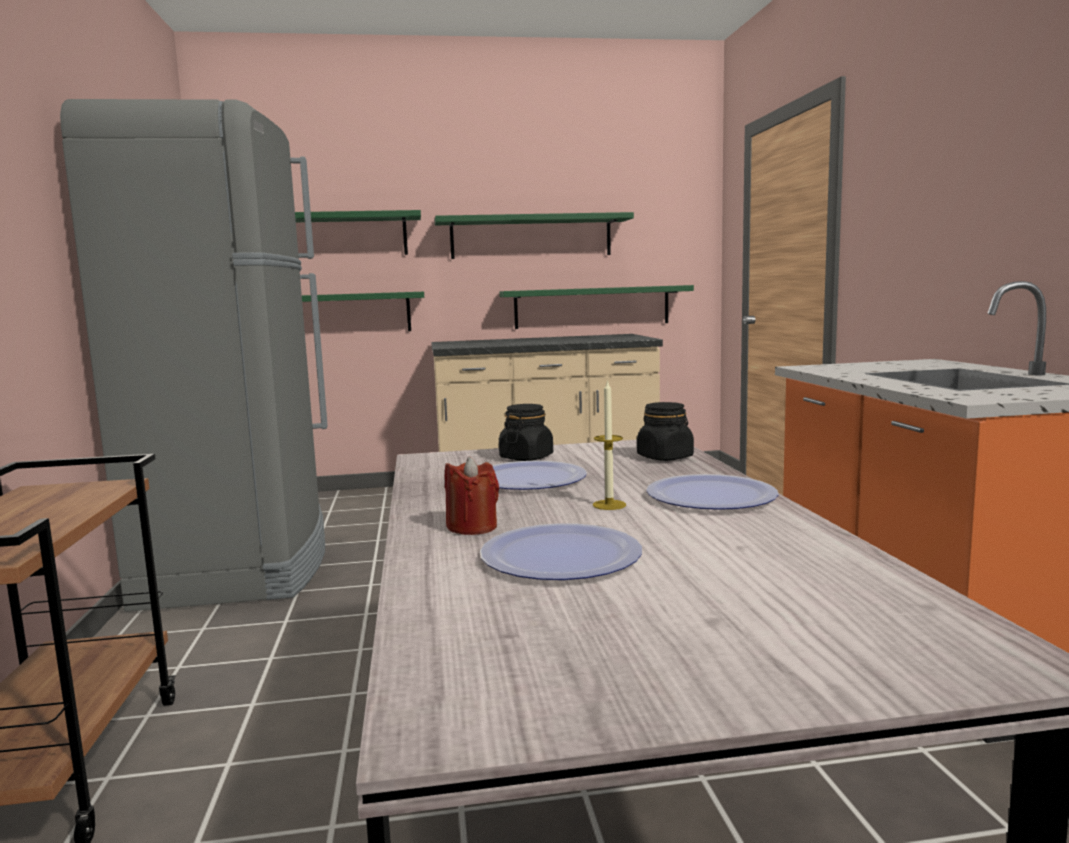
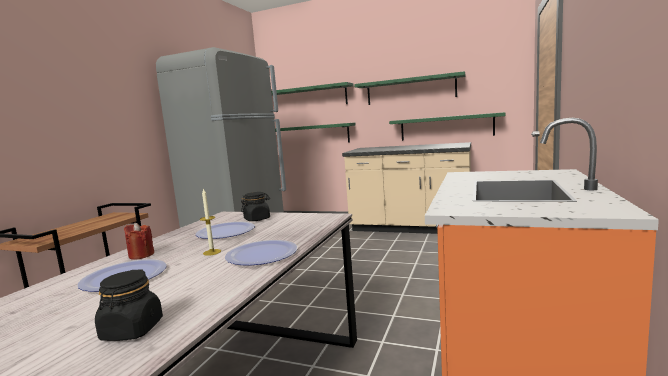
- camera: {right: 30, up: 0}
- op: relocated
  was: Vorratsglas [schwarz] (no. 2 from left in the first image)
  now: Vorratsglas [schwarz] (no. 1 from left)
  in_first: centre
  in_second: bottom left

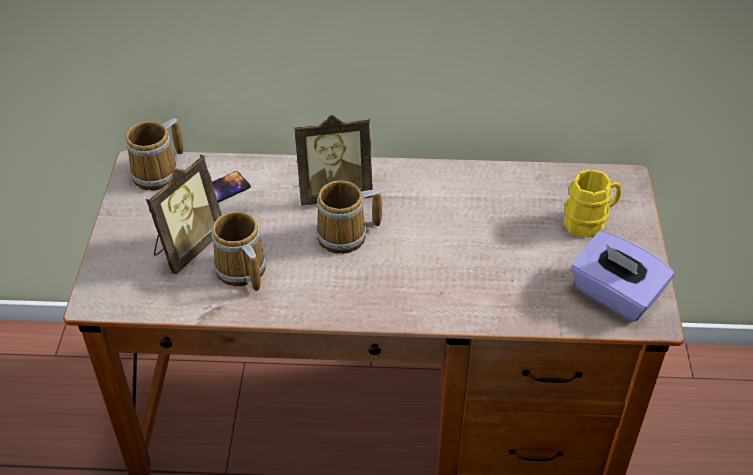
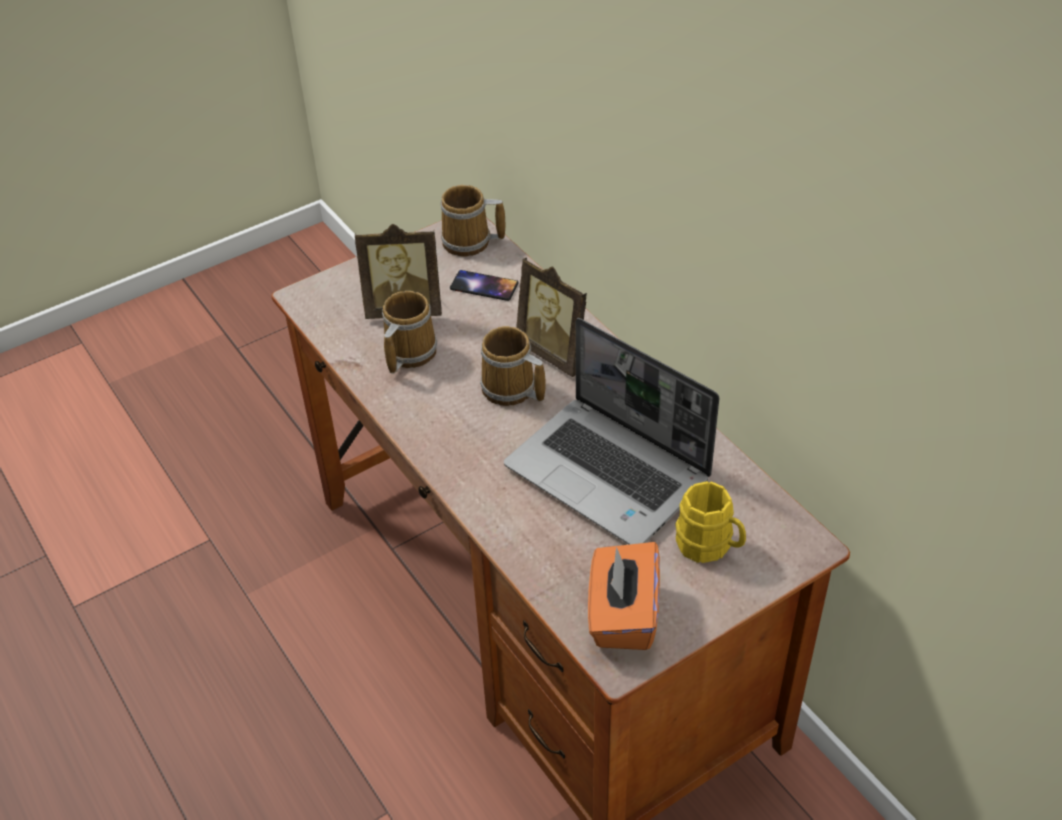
- camera: {right: 55, up: 0}
- op: appeared
  now: Laptop
  in_second: centre
- op: colour
  was: Taschentuchbox [lila]
  now: Taschentuchbox [orange]
  in_first: middle right
  in_second: bottom centre

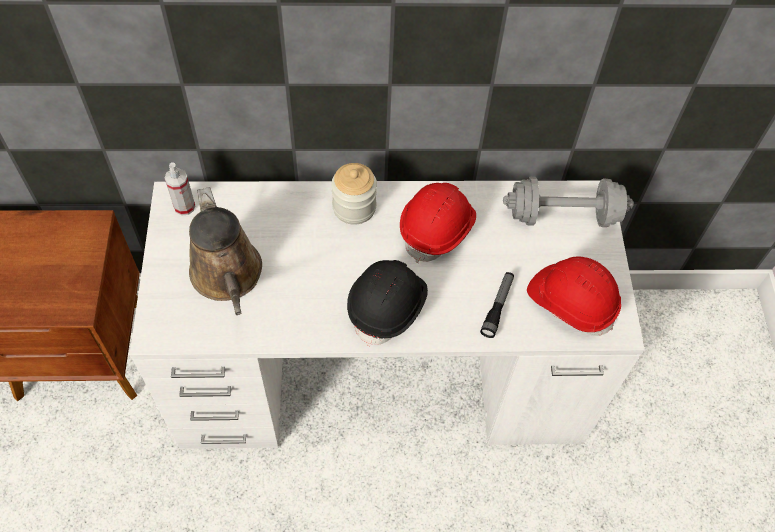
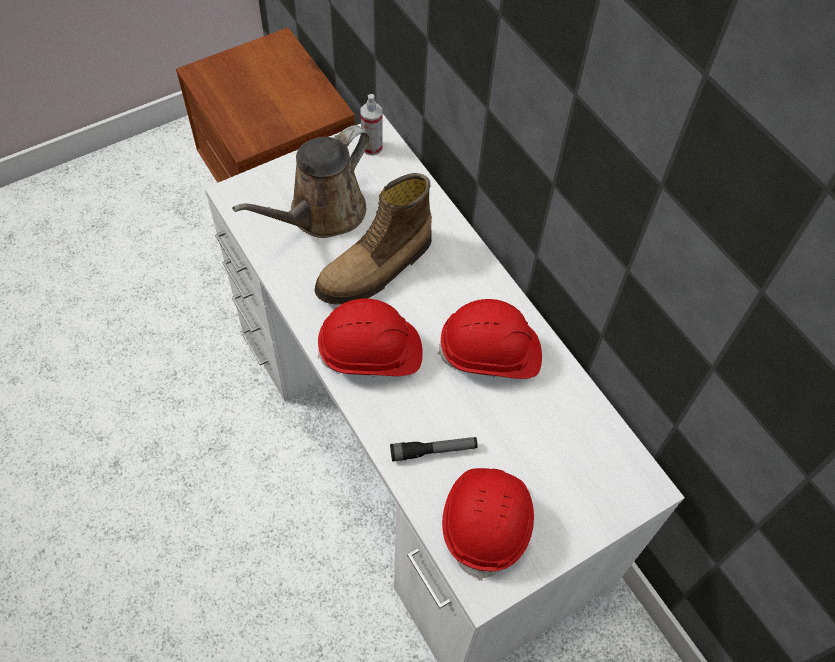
- camera: {right: 60, up: 0}
- op: missing
  was: Vorratsglas
  in_first: centre
- op: missing
  was: Hantel [grau]
  in_first: middle right
- op: appeared
  now: Stiefel
  in_second: centre
- op: colour
  was: Schutzhelm [schwarz]
  now: Schutzhelm [rot] (no. 1 from left)
  in_first: centre
  in_second: centre

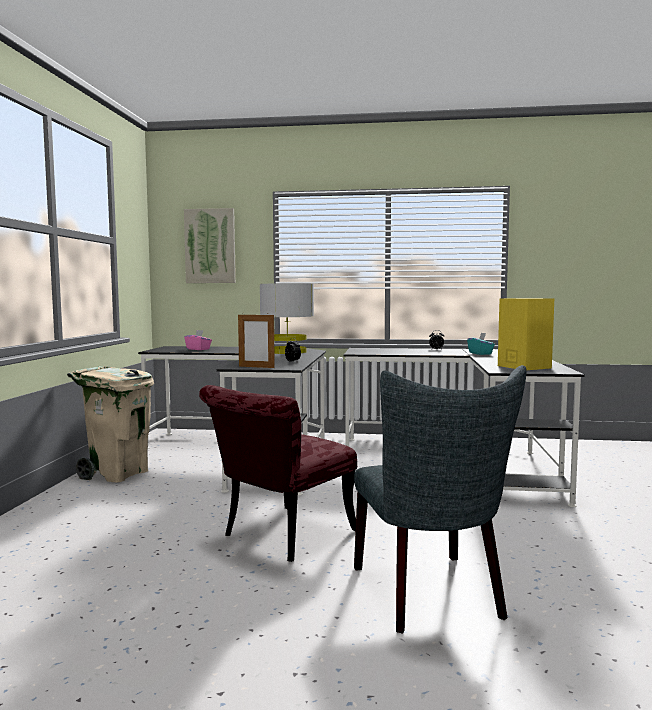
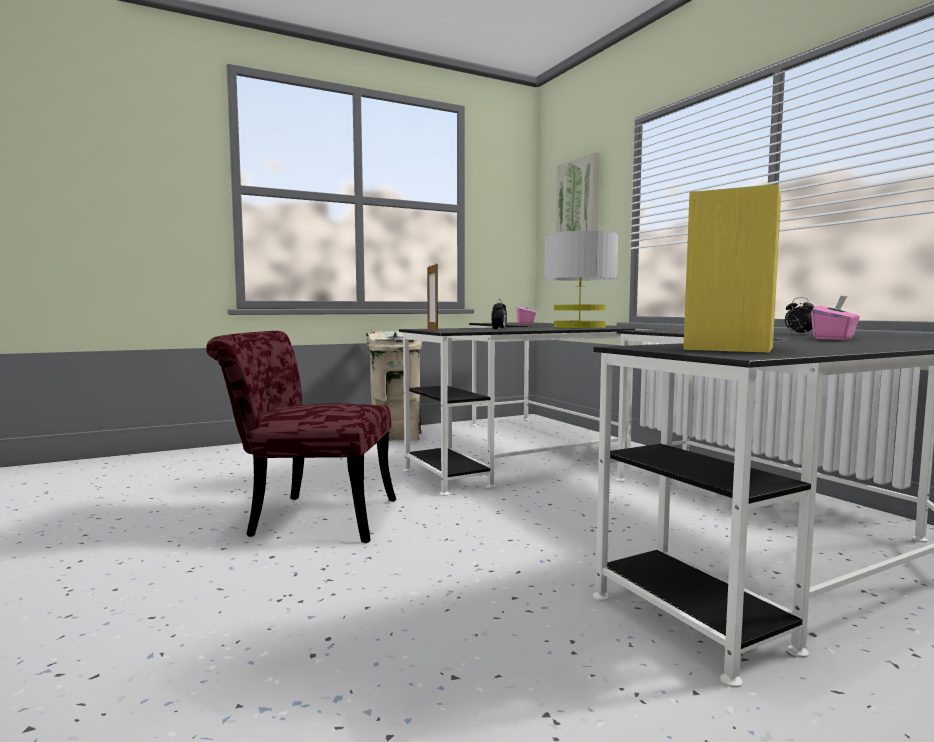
- camera: {right: 55, up: 0}
- op: missing
  was: Stuhl [grau]
  in_first: bottom right
- op: colour
  was: Taschentuchbox [türkis]
  now: Taschentuchbox [rosa] (no. 2 from left)
  in_first: middle right
  in_second: middle right

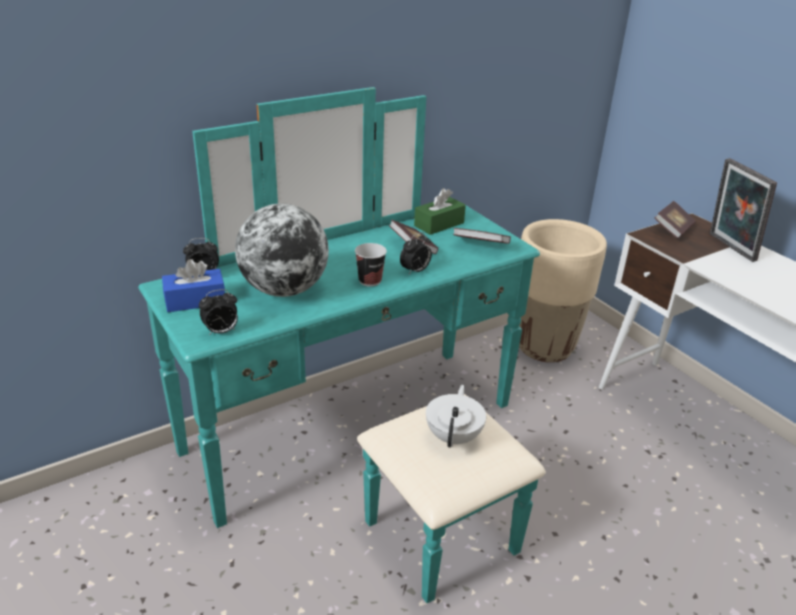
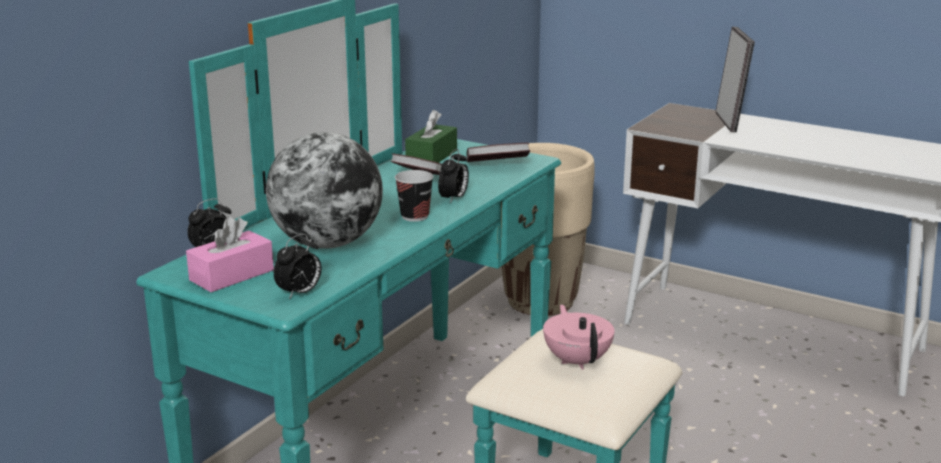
- camera: {right: -25, up: -10}
- op: missing
  was: Buch (no. 3 from left)
  in_first: middle right
- op: colour
  was: Taschentuchbox [blau]
  now: Taschentuchbox [rosa]
  in_first: middle left
  in_second: middle left
- op: colour
  was: Teekanne [weiß]
  now: Teekanne [rosa]
  in_first: bottom centre
  in_second: bottom centre
- op: spun
  was: Bilderrahmen
  in_first: middle right
  in_second: top right
  clockwise: -135

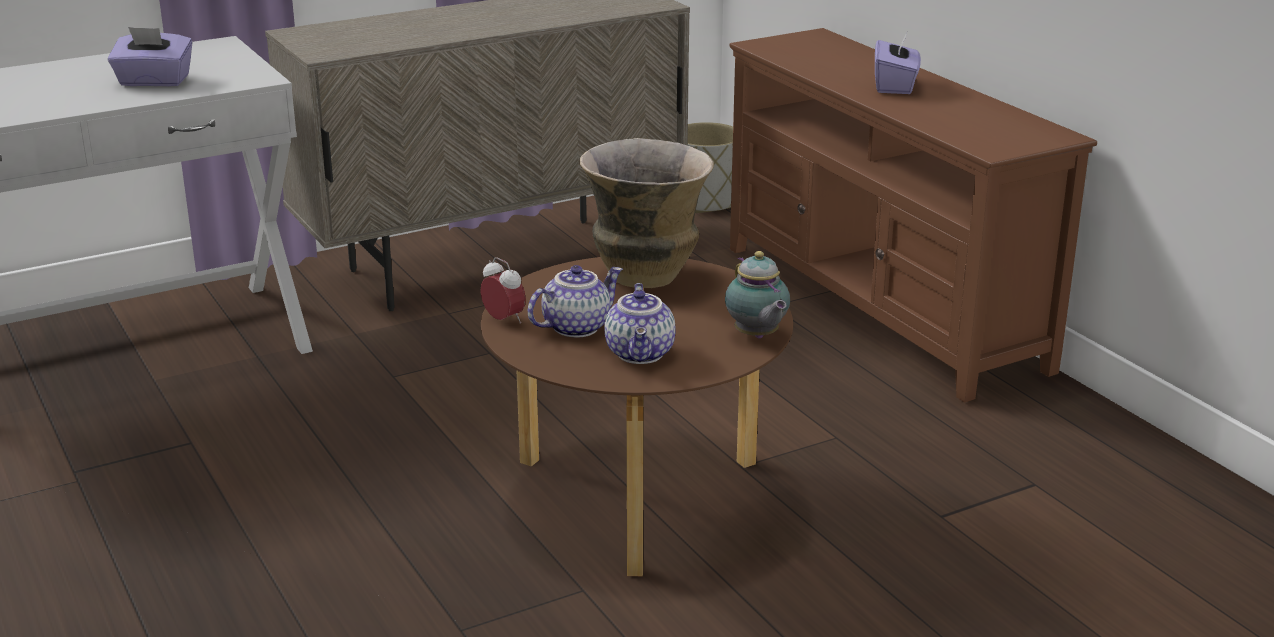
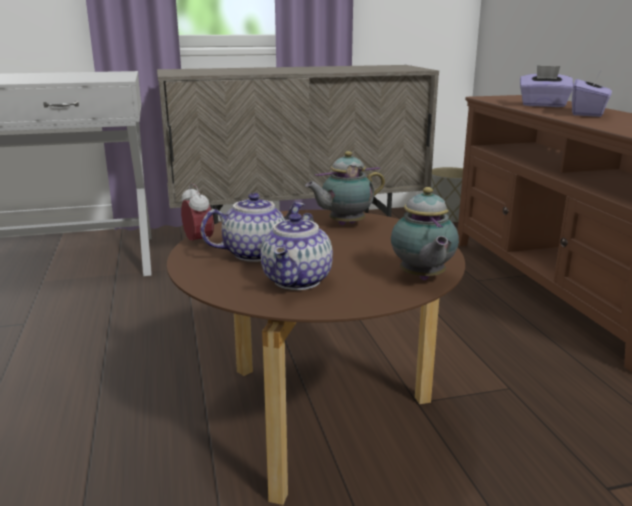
- camera: {right: 15, up: -5}
- op: relocated
  was: Taschentuchbox [lila] (no. 1 from left)
  in_first: top left
  in_second: top right
- op: exchanged
  was: Vase
  now: Teekanne (no. 3 from left)
  in_first: centre
  in_second: centre

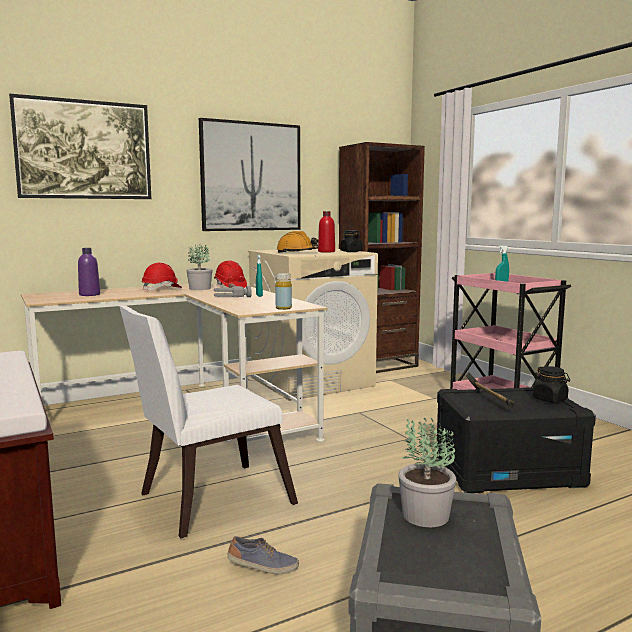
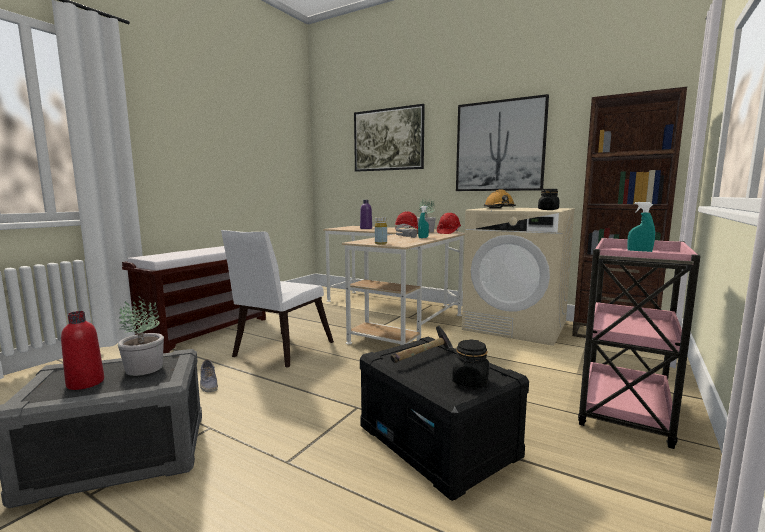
- camera: {right: 60, up: 0}
- op: relocated
  was: Flasche [rot]
  in_first: centre
  in_second: middle left
- op: spun
  was: Stuhl [weiß]
  in_first: middle left
  in_second: centre
  clockwise: -90

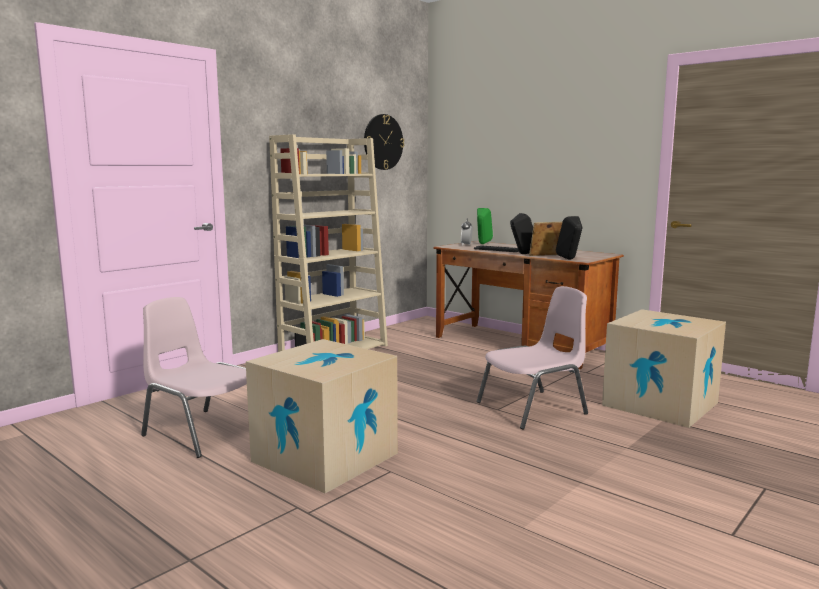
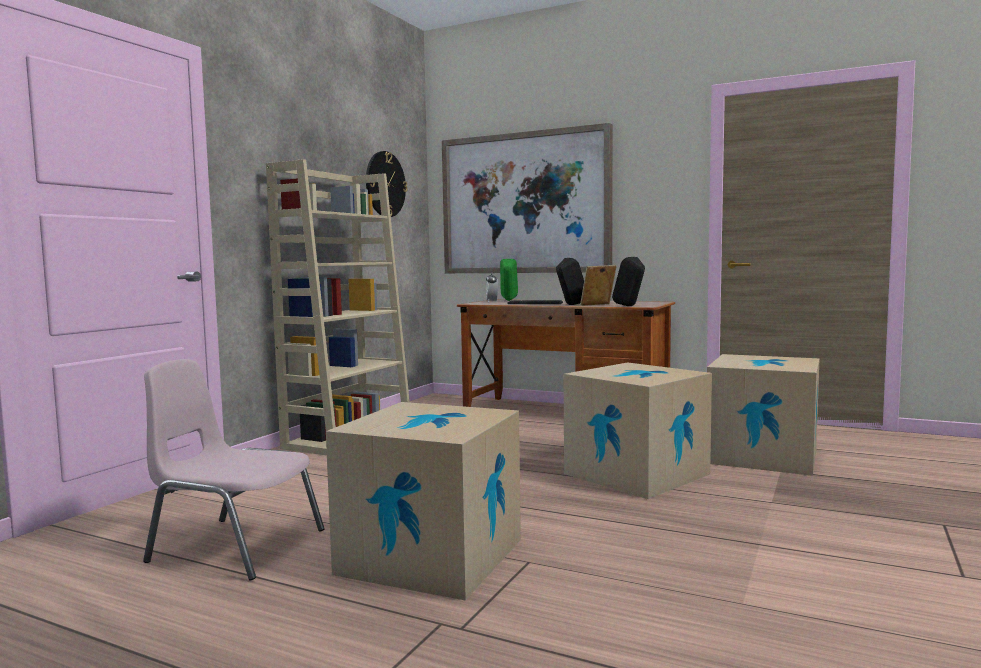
- camera: {right: -15, up: -5}
- op: appeared
  now: Bild
  in_second: top centre
- op: exchanged
  was: Stuhl [rosa] (no. 2 from left)
  now: Karton (no. 2 from left)
  in_first: centre
  in_second: centre

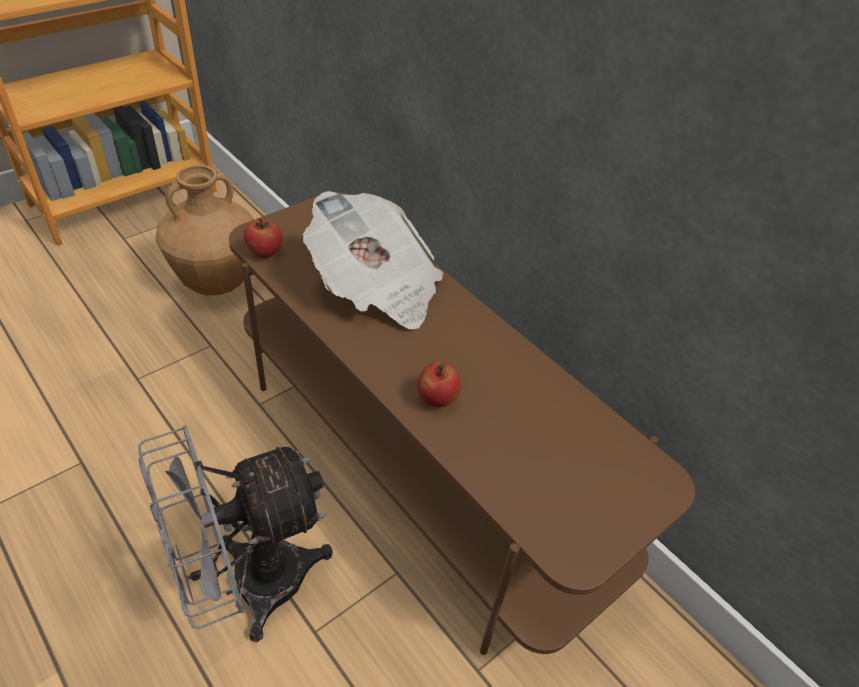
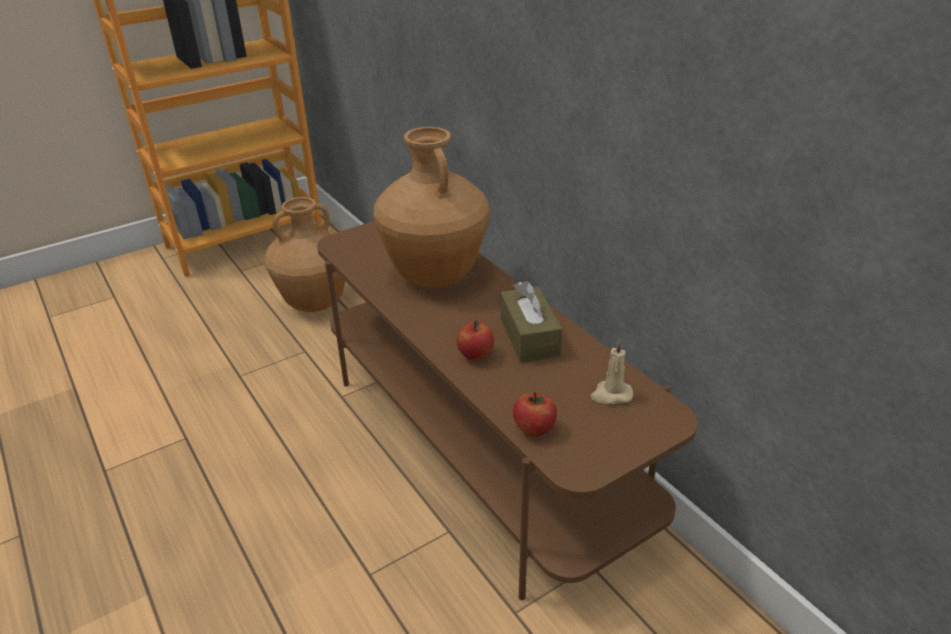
- camera: {right: 10, up: -10}
- op: missing
  was: Ventilator [grau]
  in_first: bottom left
- op: appeared
  now: Taschentuchbox [braun]
  in_second: centre
- op: appeared
  now: Kerze [beige]
  in_second: centre
- op: relocated
  was: Apfel (no. 1 from left in the first image)
  now: Apfel (no. 2 from left)
  in_first: middle left
  in_second: centre
- op: exchanged
  was: Zeitung
  now: Vase [braun] (no. 2 from left)
  in_first: centre
  in_second: top centre

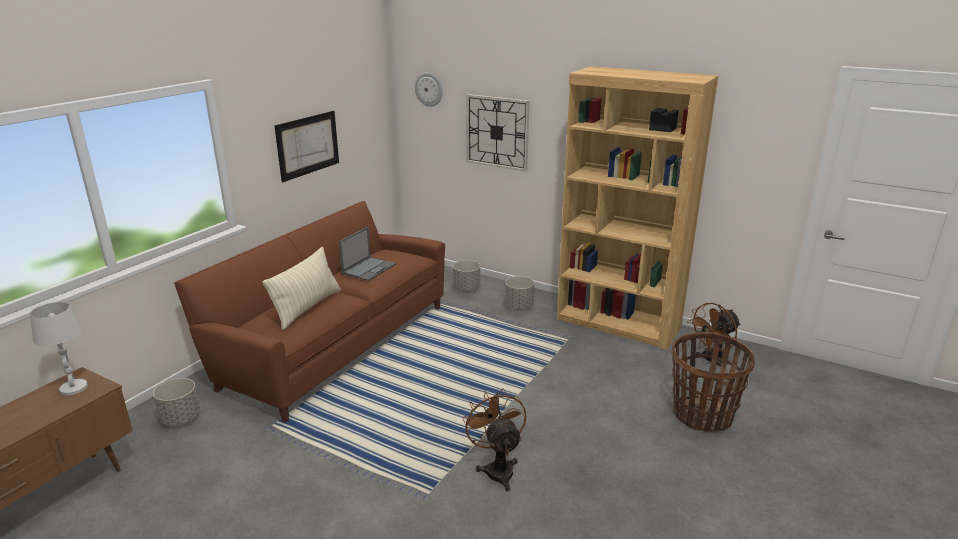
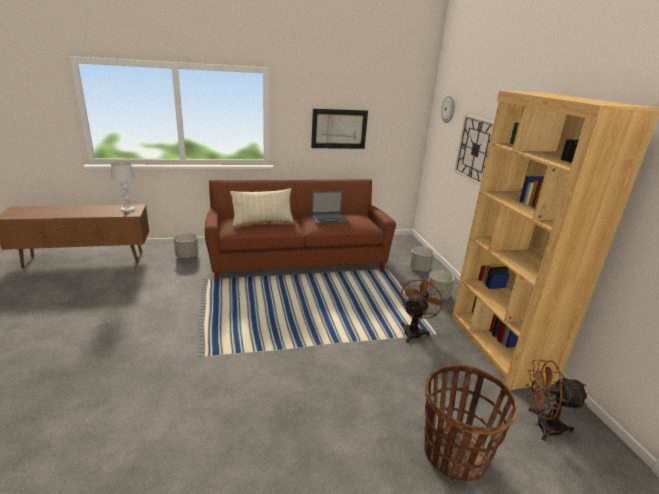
- camera: {right: 45, up: 0}
- op: relocated
  was: Ventilator [braun] (no. 1 from left)
  in_first: bottom centre
  in_second: centre

